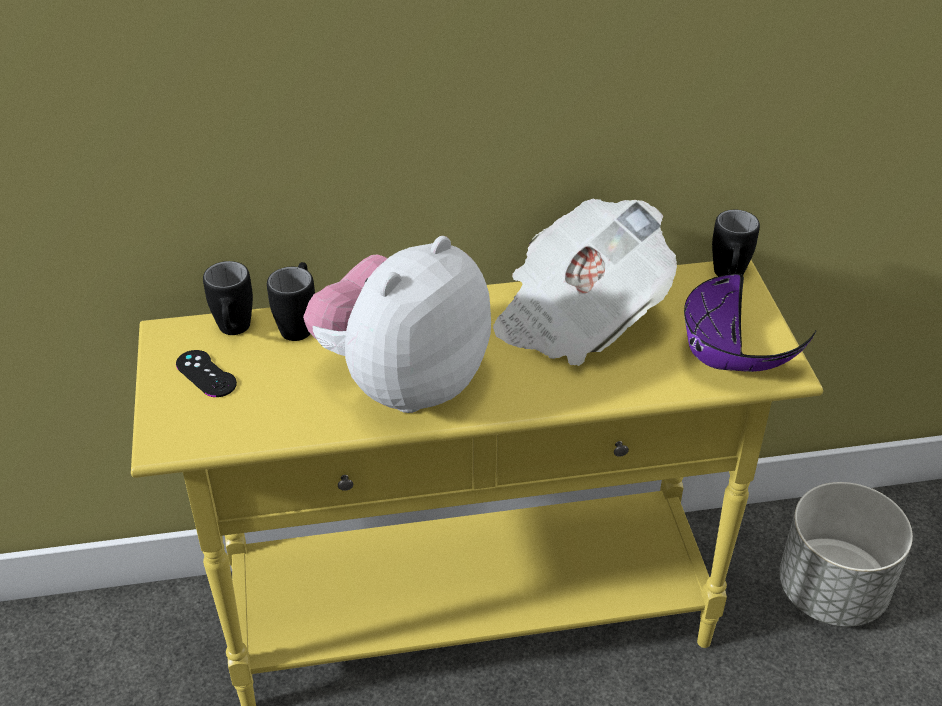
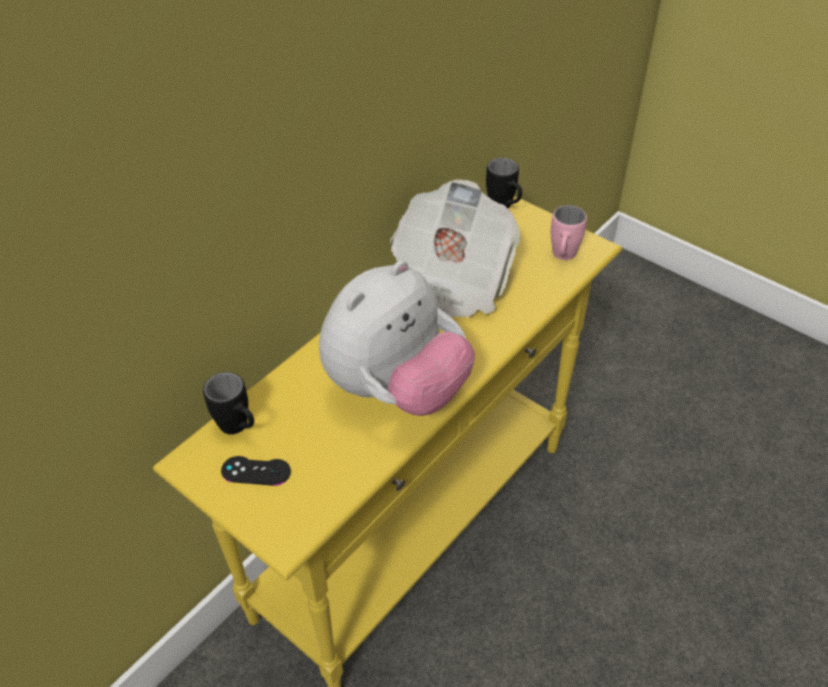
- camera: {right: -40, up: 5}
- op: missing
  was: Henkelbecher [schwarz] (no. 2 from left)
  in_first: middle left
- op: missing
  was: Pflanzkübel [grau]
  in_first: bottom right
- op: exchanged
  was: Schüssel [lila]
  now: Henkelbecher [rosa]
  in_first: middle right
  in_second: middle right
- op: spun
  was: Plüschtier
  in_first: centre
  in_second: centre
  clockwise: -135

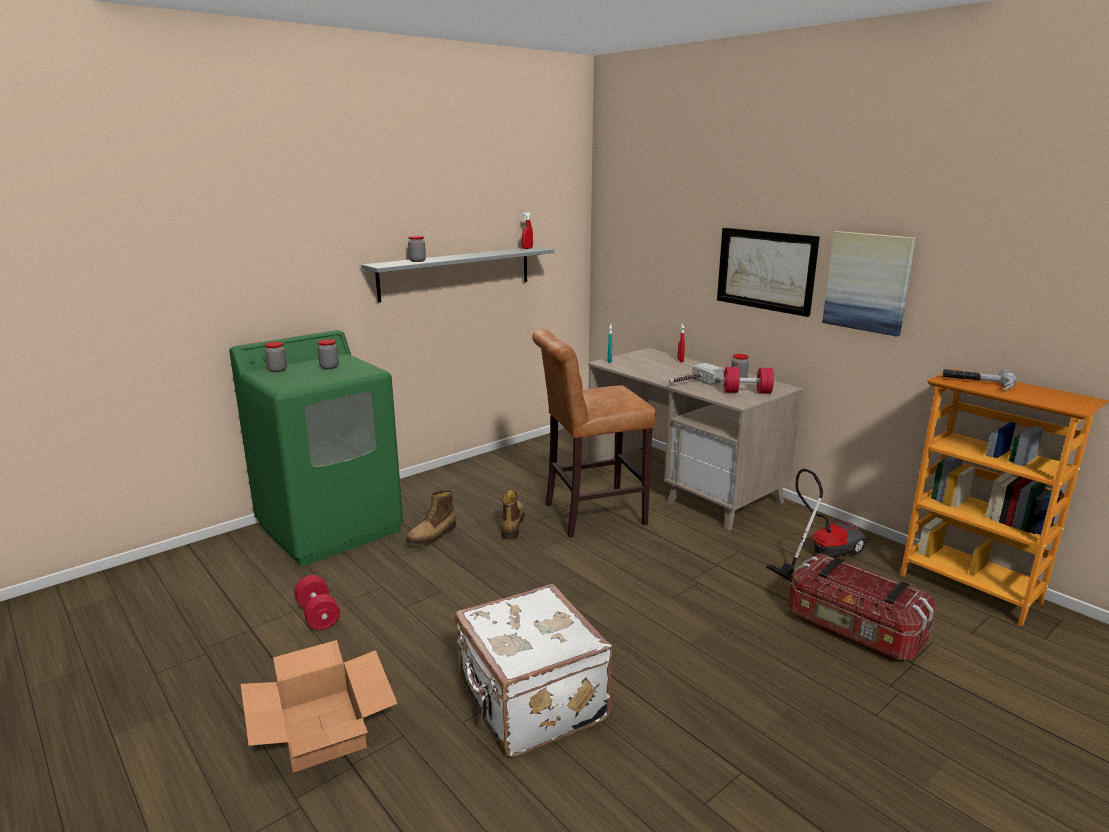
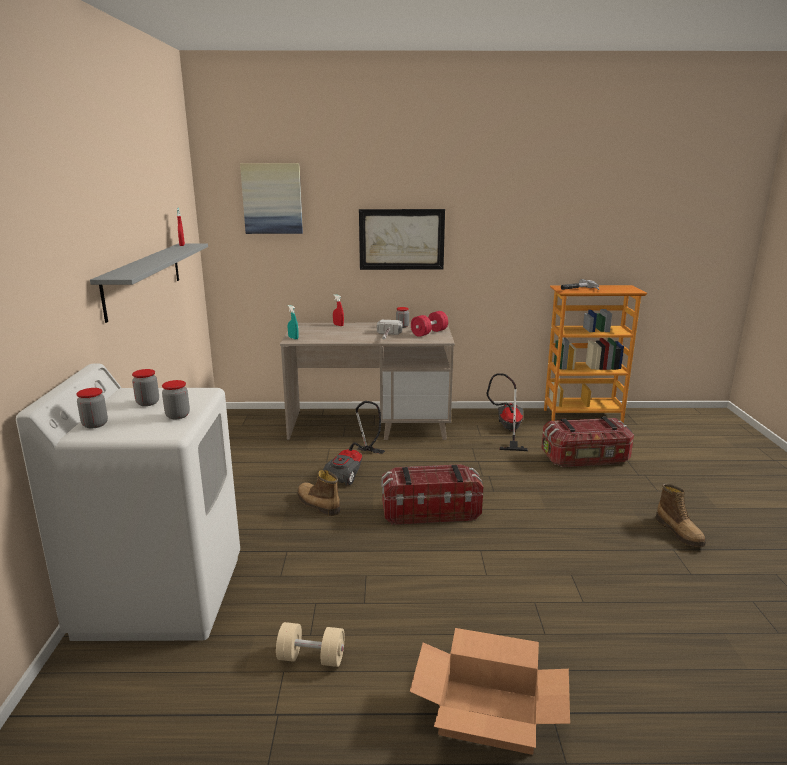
- camera: {right: -50, up: 0}
- op: missing
  was: Koffer [weiß]
  in_first: bottom centre
- op: appeared
  now: Aufbewahrungsbox (no. 1 from left)
  in_second: centre
- op: relocated
  was: Stiefel (no. 1 from left in the first image)
  now: Stiefel (no. 2 from left)
  in_first: centre
  in_second: bottom right
- op: relocated
  was: Vorratsglas (no. 3 from left)
  in_first: top centre
  in_second: middle left
- op: relocated
  was: Bild (no. 2 from left in the first image)
  now: Bild (no. 1 from left)
  in_first: middle right
  in_second: top centre
- op: exchanged
  was: Hocker [braun]
  now: Staubsauger (no. 1 from left)
  in_first: centre
  in_second: centre
- op: colour
  was: Waschmaschine [grün]
  now: Waschmaschine [weiß]
  in_first: middle left
  in_second: middle left
- op: colour
  was: Hantel [rot] (no. 1 from left)
  now: Hantel [beige]
  in_first: bottom left
  in_second: bottom centre

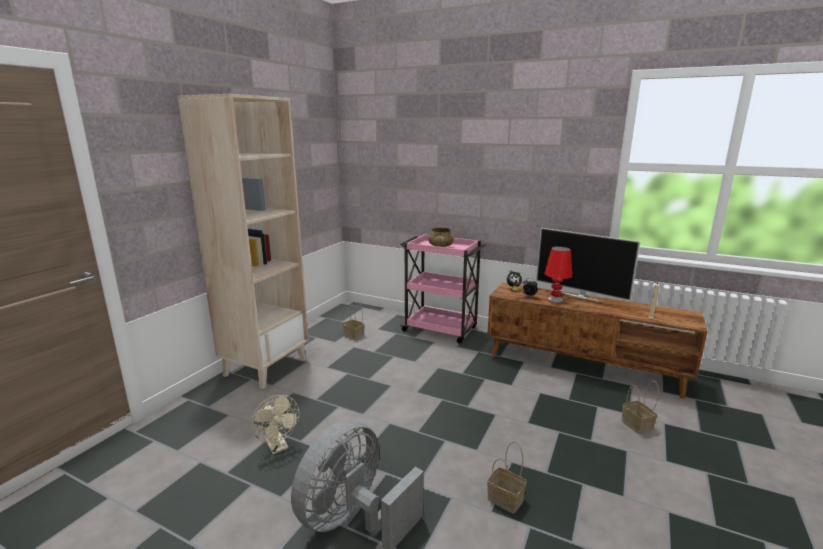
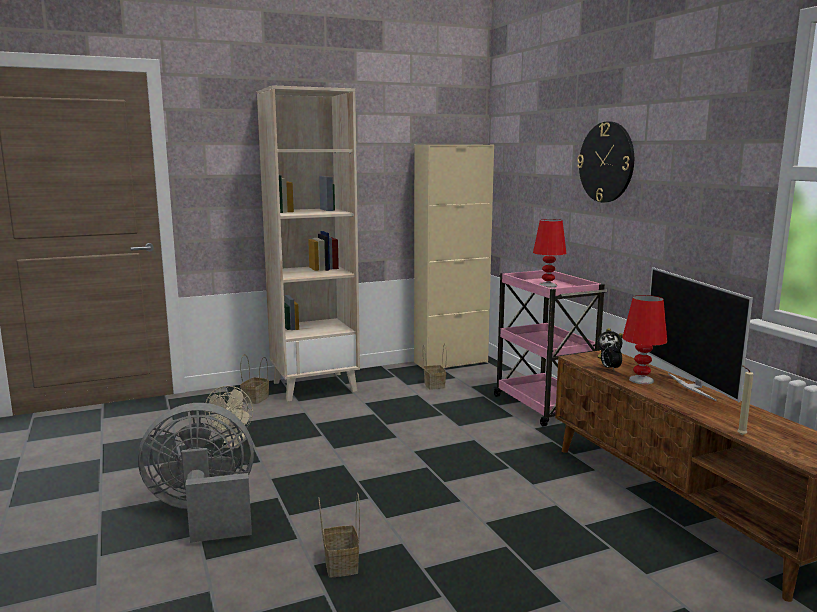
- camera: {right: 40, up: -5}
- op: appeared
  now: Schrank [beige]
  in_second: centre
- op: appeared
  now: Wanduhr
  in_second: top right
- op: relocated
  was: Korb (no. 3 from left in the first image)
  now: Korb (no. 1 from left)
  in_first: bottom right
  in_second: middle left
- op: exchanged
  was: Schüssel [beige]
  now: Tischlampe [rot] (no. 1 from left)
  in_first: centre
  in_second: middle right

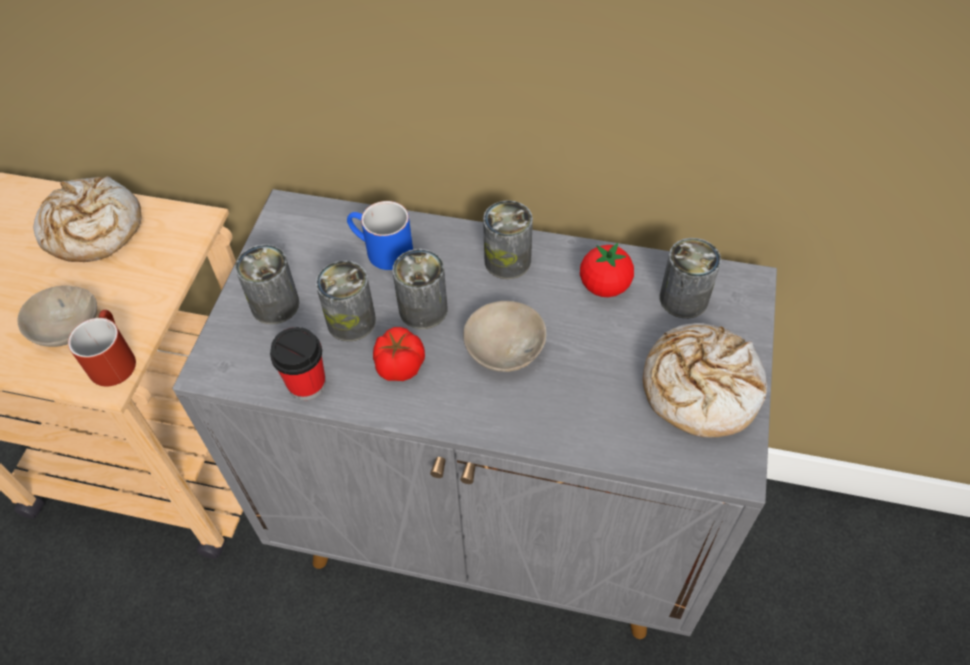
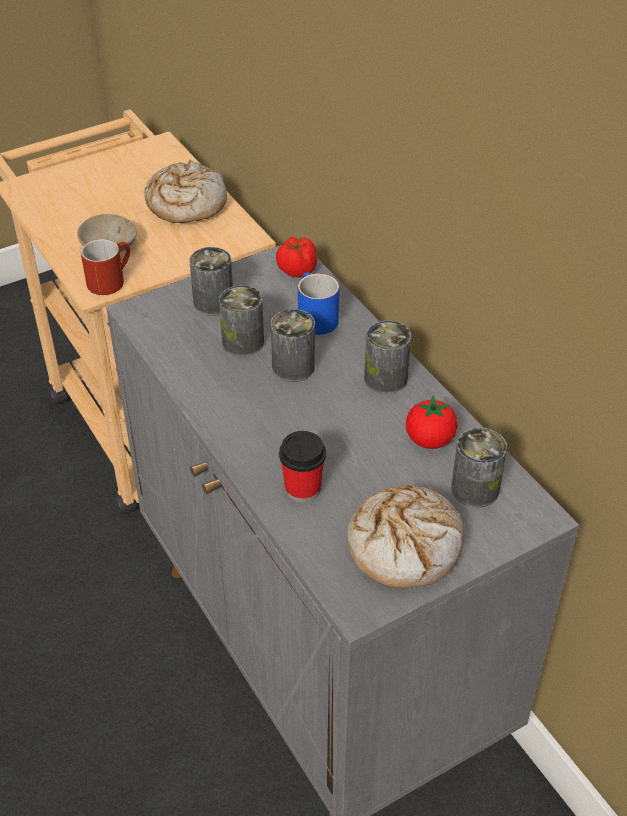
- camera: {right: 45, up: -10}
- op: missing
  was: Schüssel [beige] (no. 2 from left)
  in_first: centre
- op: relocated
  was: Tasse
  in_first: middle left
  in_second: centre
- op: relocated
  was: Tomate (no. 1 from left)
  in_first: centre
  in_second: top centre

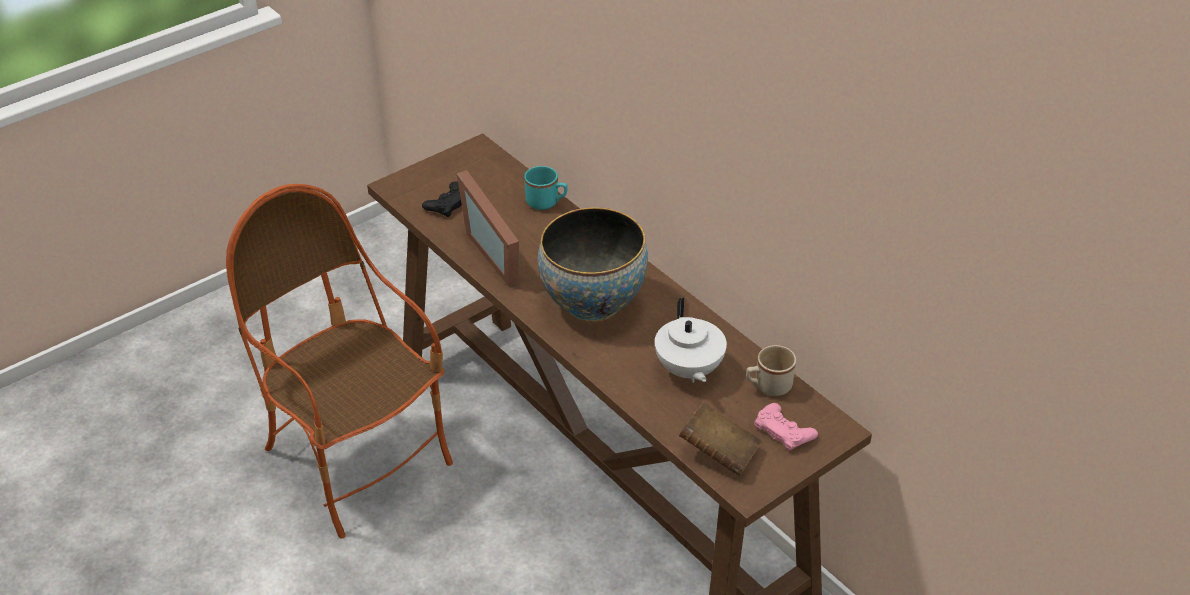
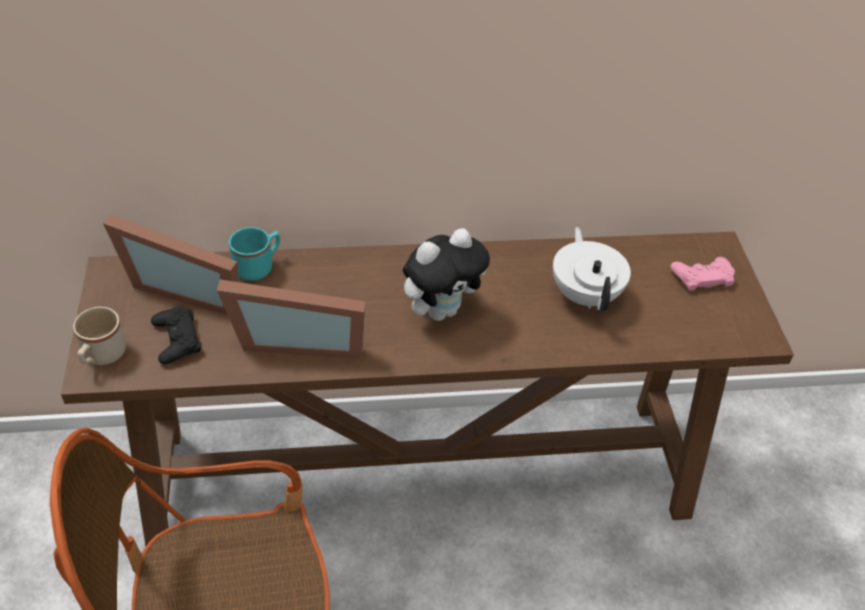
- camera: {right: -60, up: 5}
- op: missing
  was: Buch [braun]
  in_first: bottom centre
- op: appeared
  now: Bilderrahmen (no. 1 from left)
  in_second: middle left
- op: relocated
  was: Henkelbecher [beige]
  in_first: centre
  in_second: middle left
- op: exchanged
  was: Schüssel
  now: Plüschtier
  in_first: centre
  in_second: centre
- op: spun
  was: Teekanne [weiß]
  in_first: centre
  in_second: middle right
  clockwise: -120

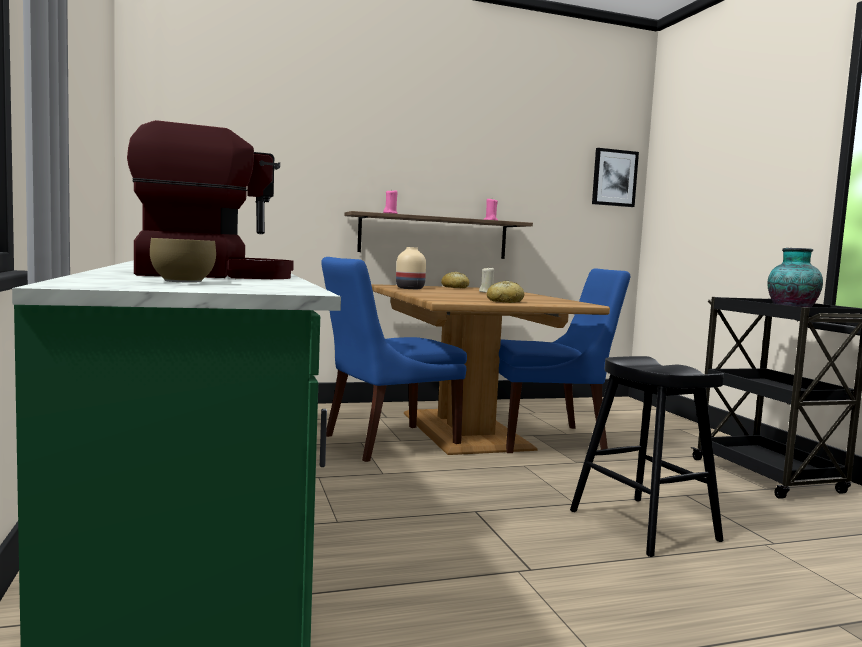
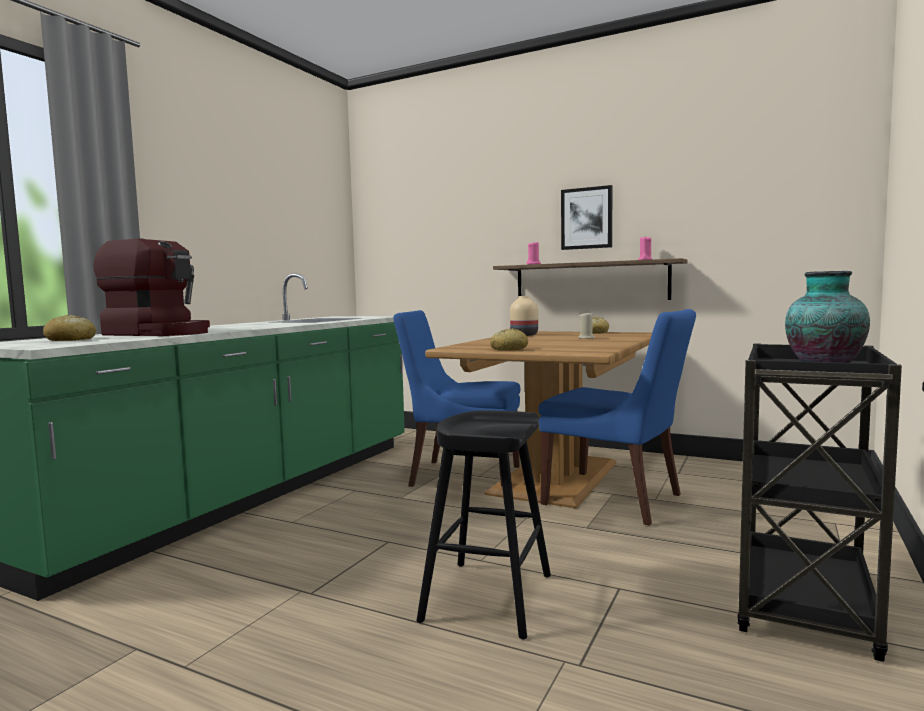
- camera: {right: 45, up: 0}
- op: relocated
  was: Bild
  in_first: top right
  in_second: top centre
- op: exchanged
  was: Schüssel [braun]
  now: Brot (no. 1 from left)
  in_first: middle left
  in_second: middle left

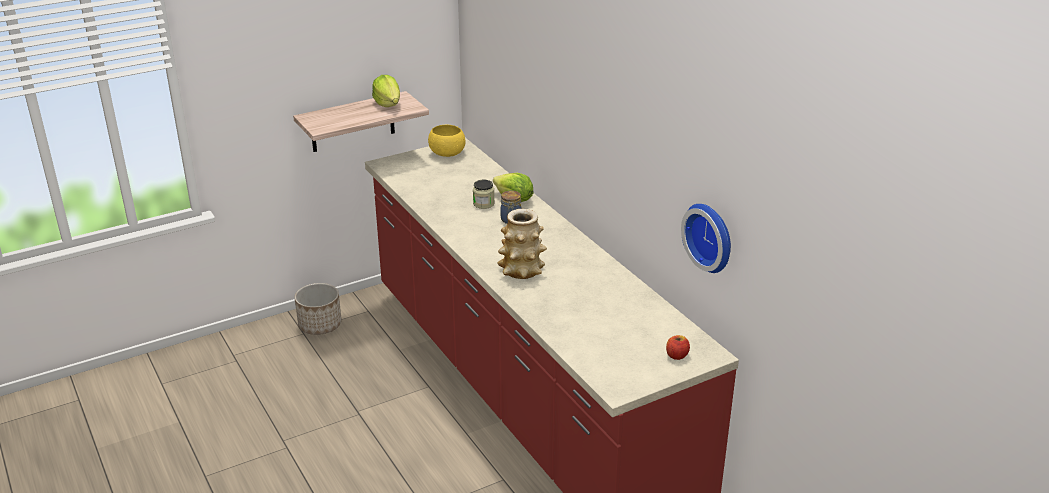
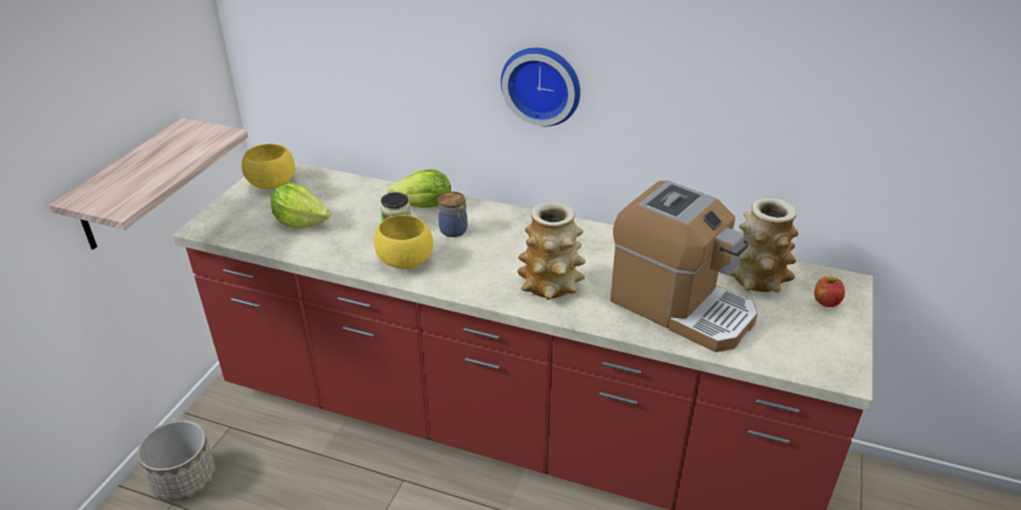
- camera: {right: -40, up: 5}
- op: appeared
  now: Schüssel [gelb] (no. 2 from left)
  in_second: centre
- op: appeared
  now: Kaffeemaschine
  in_second: middle right
- op: appeared
  now: Vase (no. 2 from left)
  in_second: middle right
- op: relocated
  was: Salatkopf (no. 1 from left)
  in_first: top centre
  in_second: middle left
- op: relocated
  was: Wanduhr
  in_first: middle right
  in_second: top centre

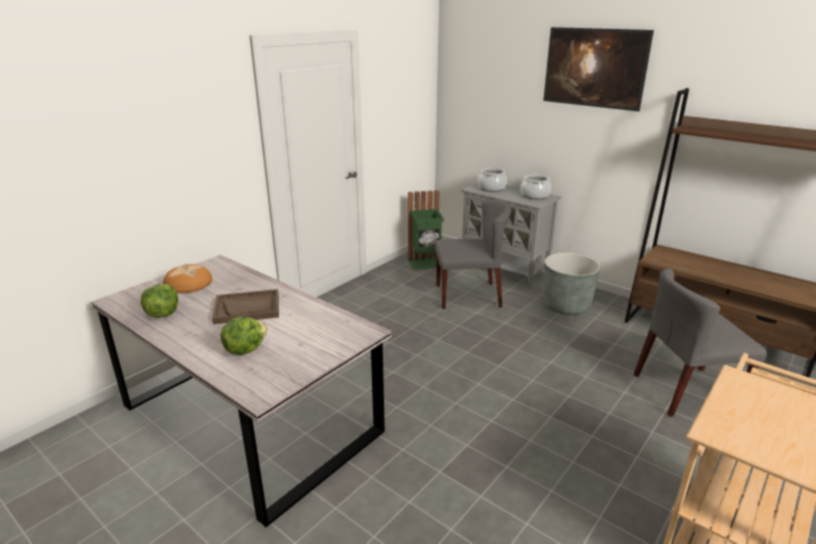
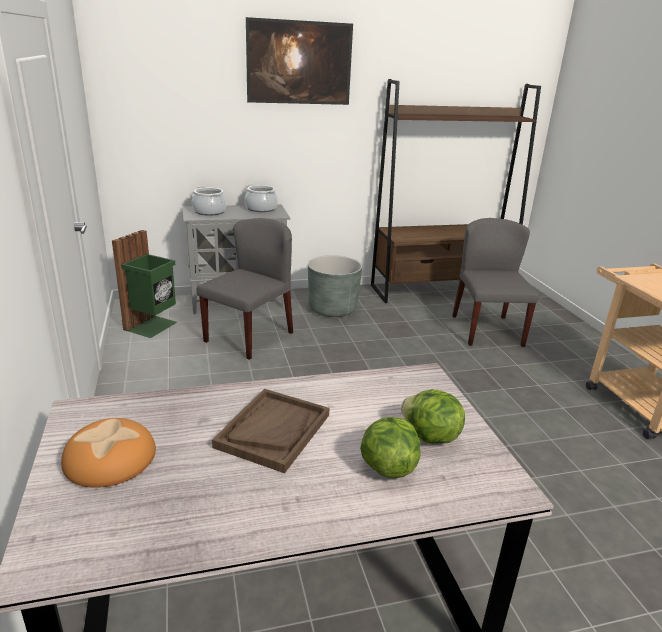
- camera: {right: -55, up: 0}
- op: relocated
  was: Salatkopf (no. 1 from left in the first image)
  now: Salatkopf (no. 2 from left)
  in_first: middle left
  in_second: centre
- op: spun
  was: Stuhl [grau] (no. 2 from left)
  in_first: middle right
  in_second: middle right
  clockwise: 150

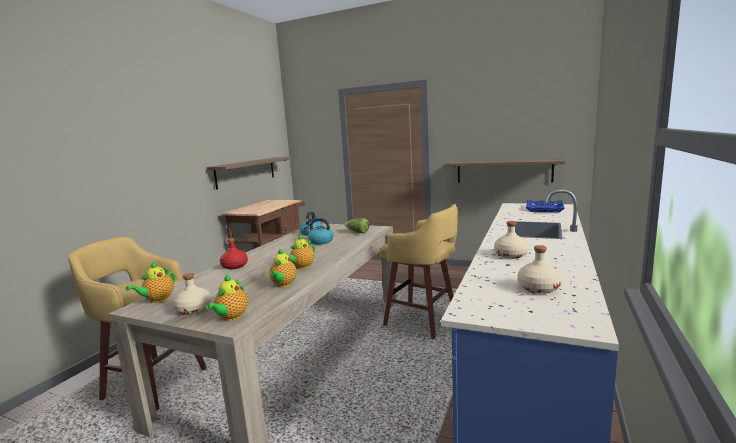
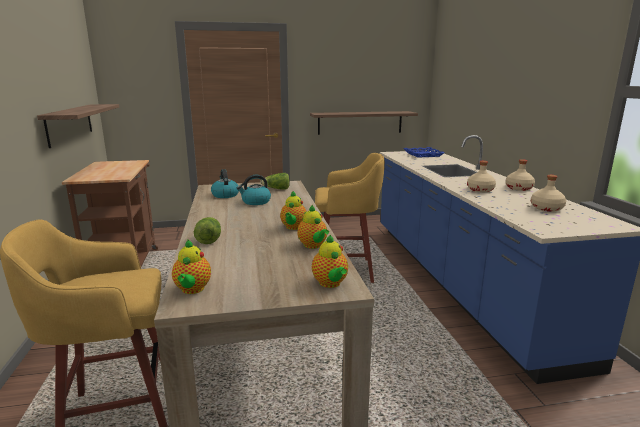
- camera: {right: -35, up: 5}
- op: relocated
  was: Flasche [beige] (no. 1 from left in the first image)
  now: Flasche [beige] (no. 2 from left)
  in_first: middle left
  in_second: middle right
- op: exchanged
  was: Flasche [rot]
  now: Salatkopf (no. 1 from left)
  in_first: middle left
  in_second: middle left

